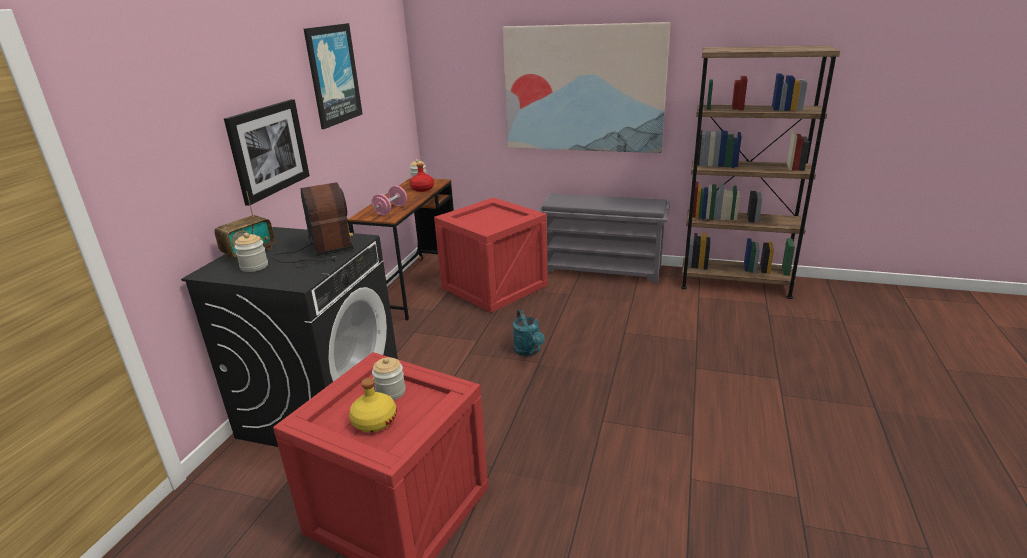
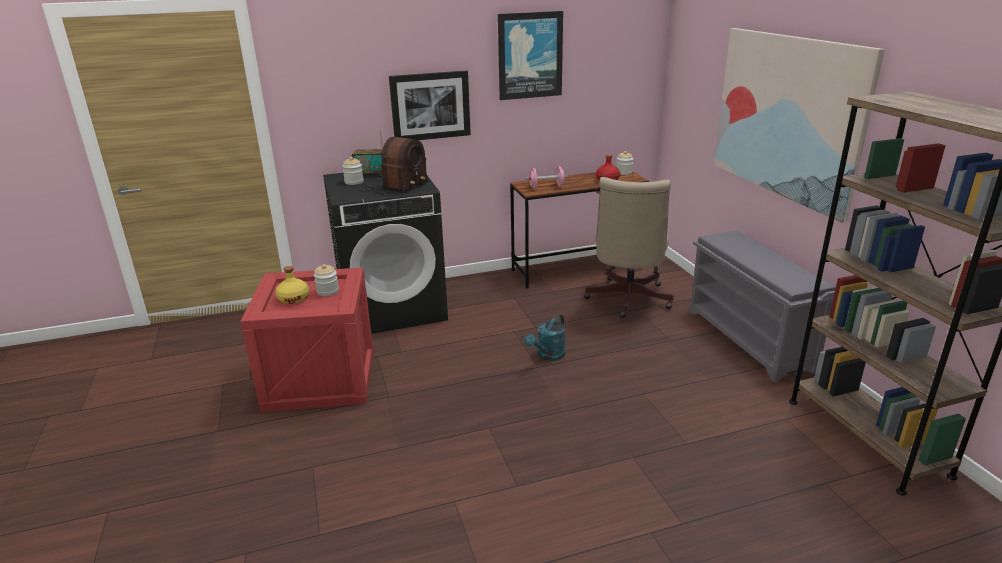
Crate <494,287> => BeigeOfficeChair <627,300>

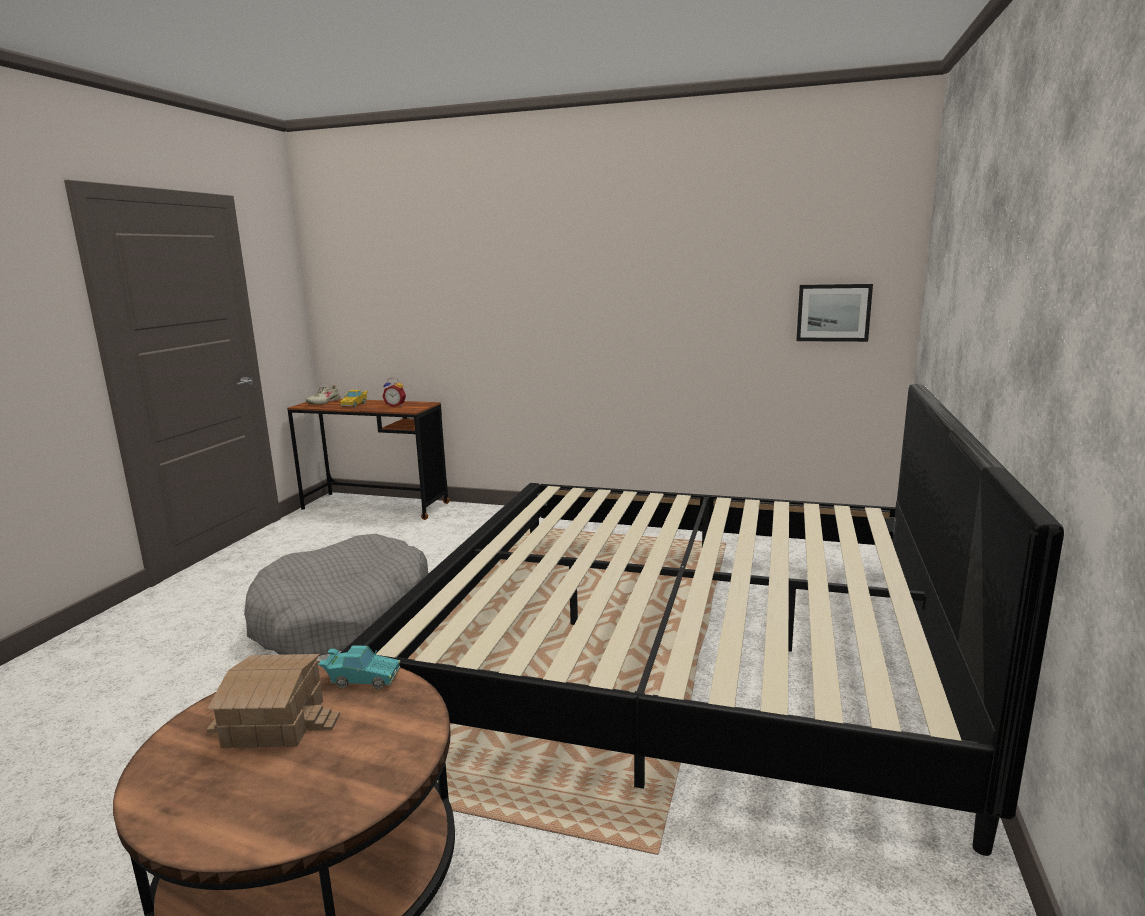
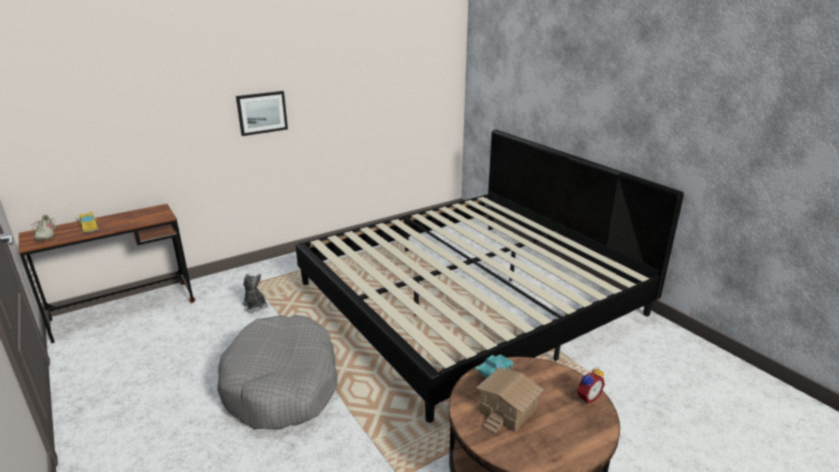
AlarmClock <396,406> => AlarmClock <587,397>, shifted
Picture <833,312> => Picture <262,113>, shifted
nothing => PlushToy <255,306>

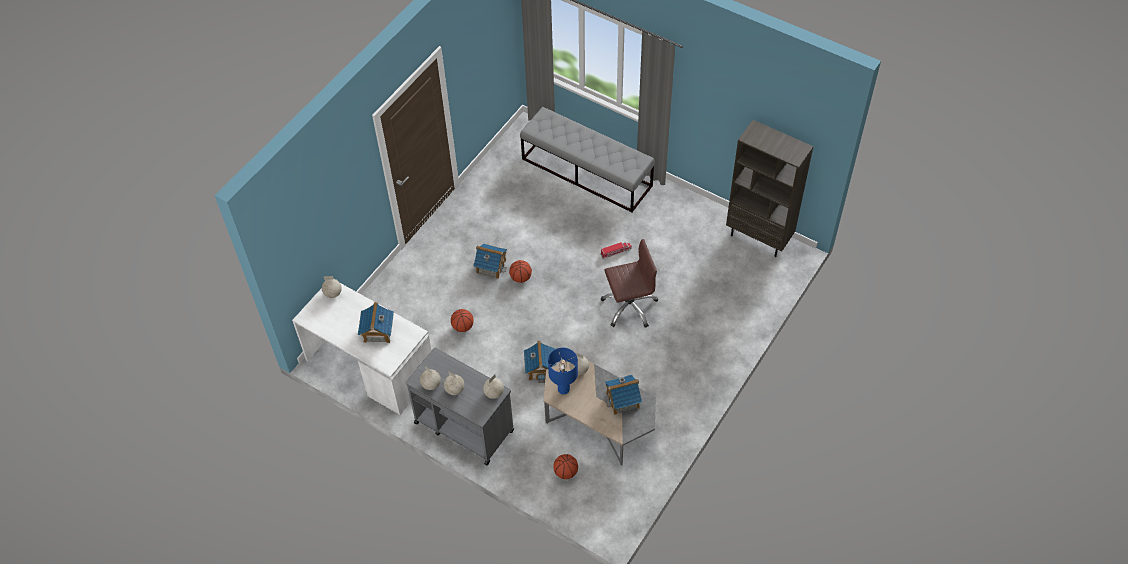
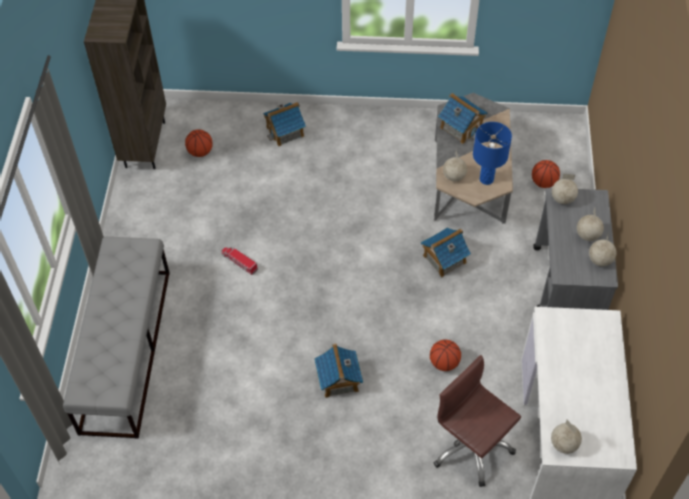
ToyHouse <377,332> => ToyHouse <285,132>, shifted
Basketball <520,278> => Basketball <200,152>, shifted
BrownOfficeChair <629,306> => BrownOfficeChair <471,447>, shifted

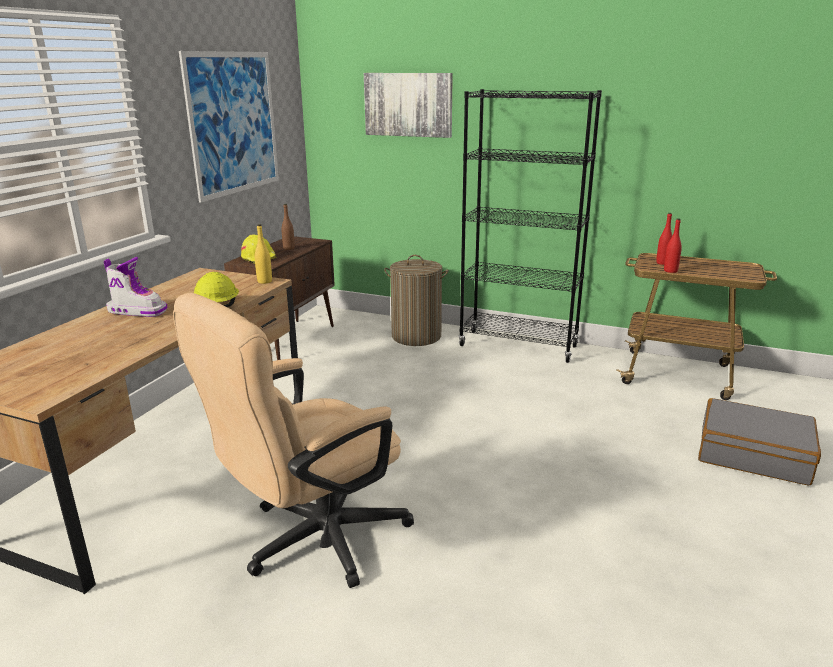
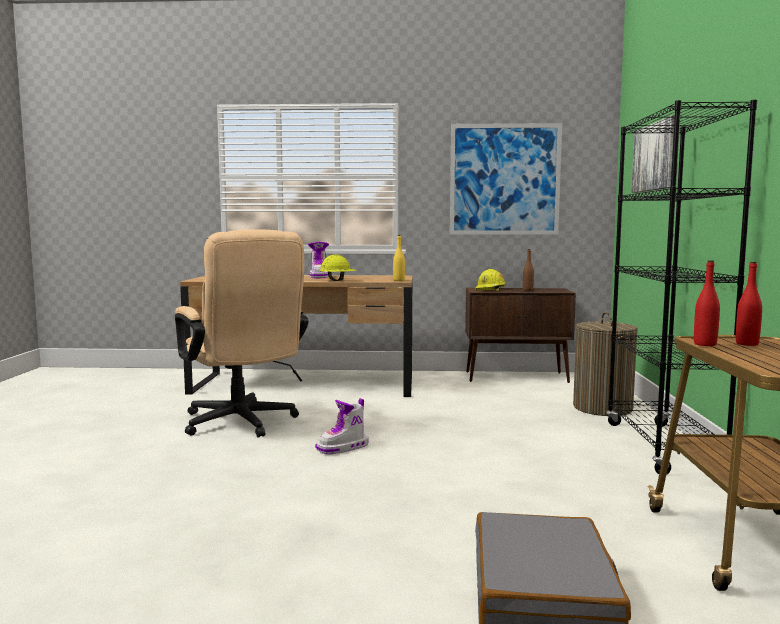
BeigeOfficeChair <312,541> => BeigeOfficeChair <242,424>, 150 degrees counterclockwise
nothing => Boot <343,447>

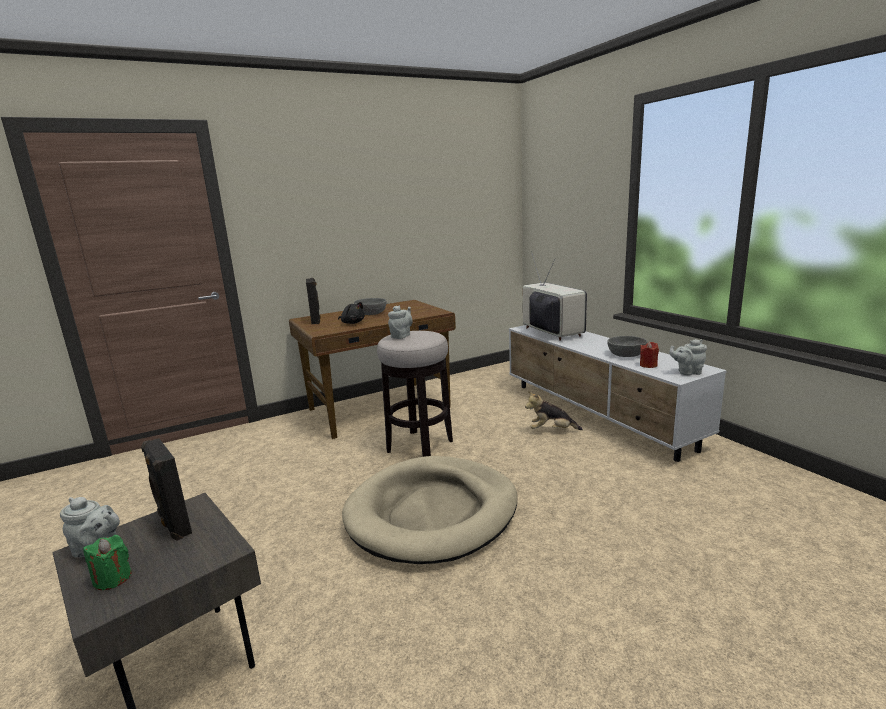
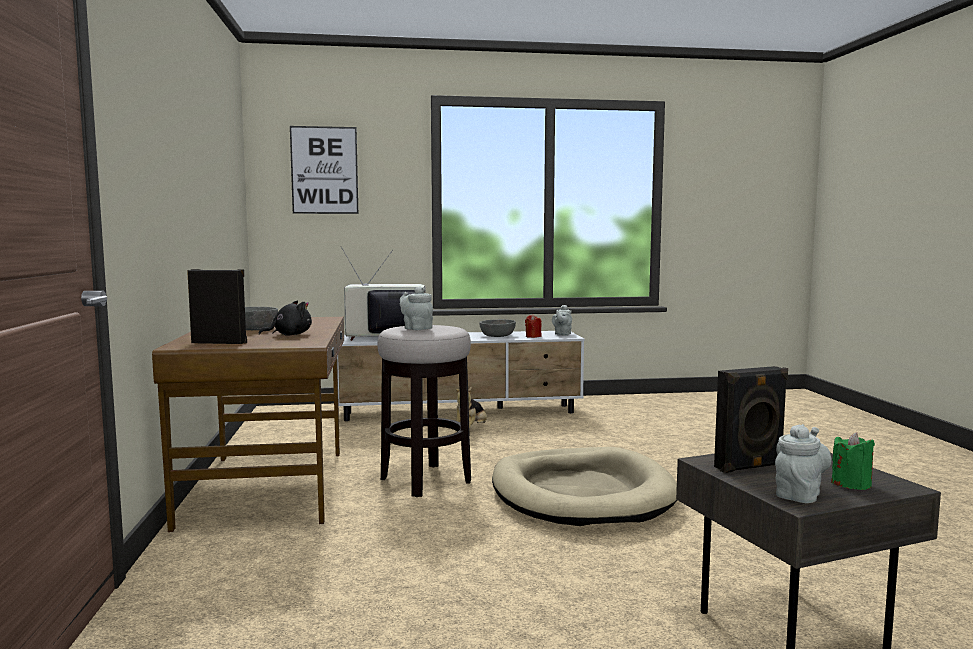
nothing => Picture <324,170>

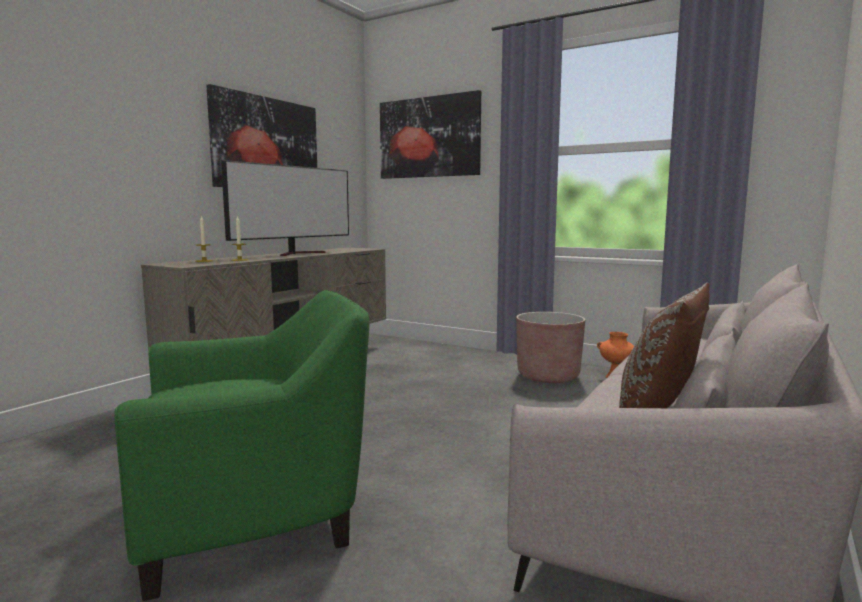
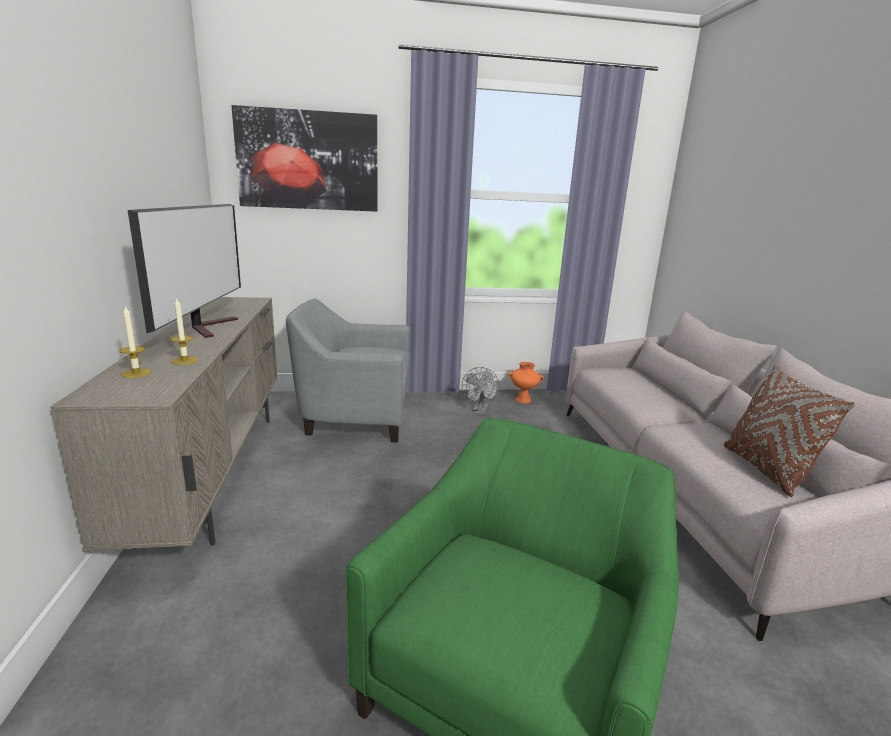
Picture <266,144> => nothing
BrownPlanter <548,376> => GreyFan <479,411>
nothing => GreyArmchair <354,416>

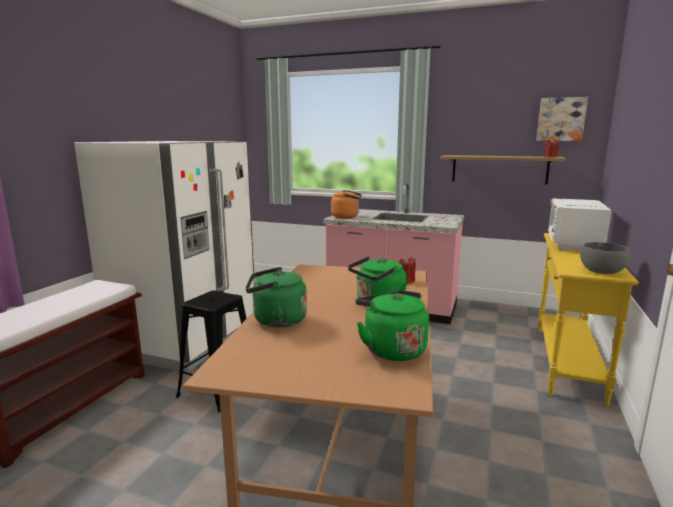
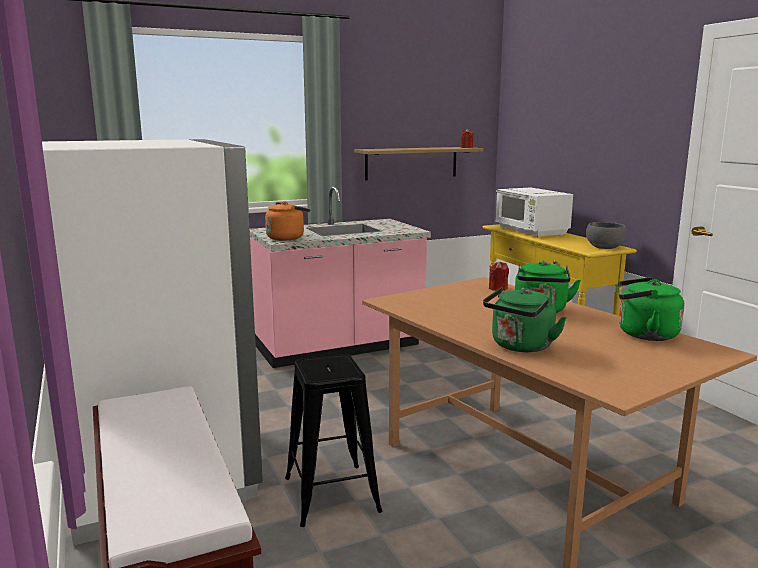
Picture <561,119> => nothing

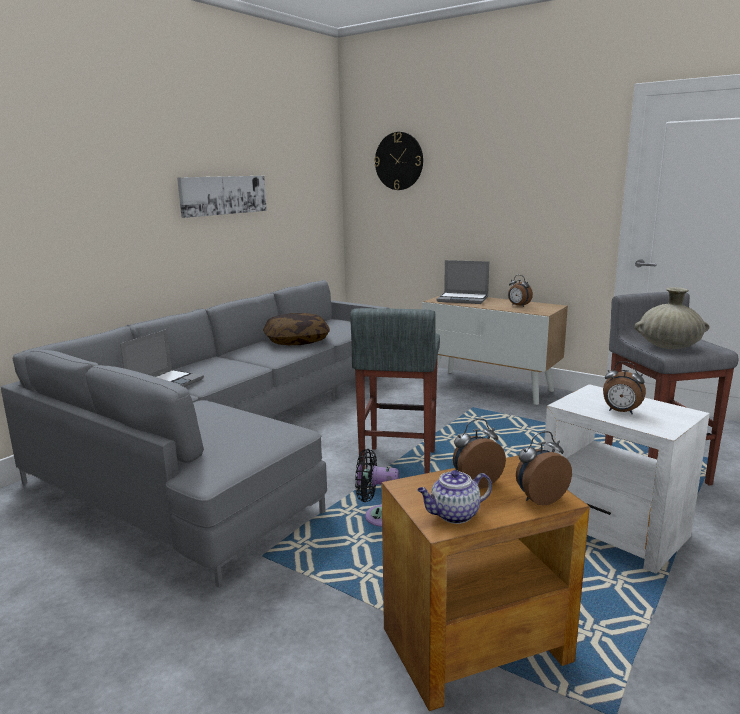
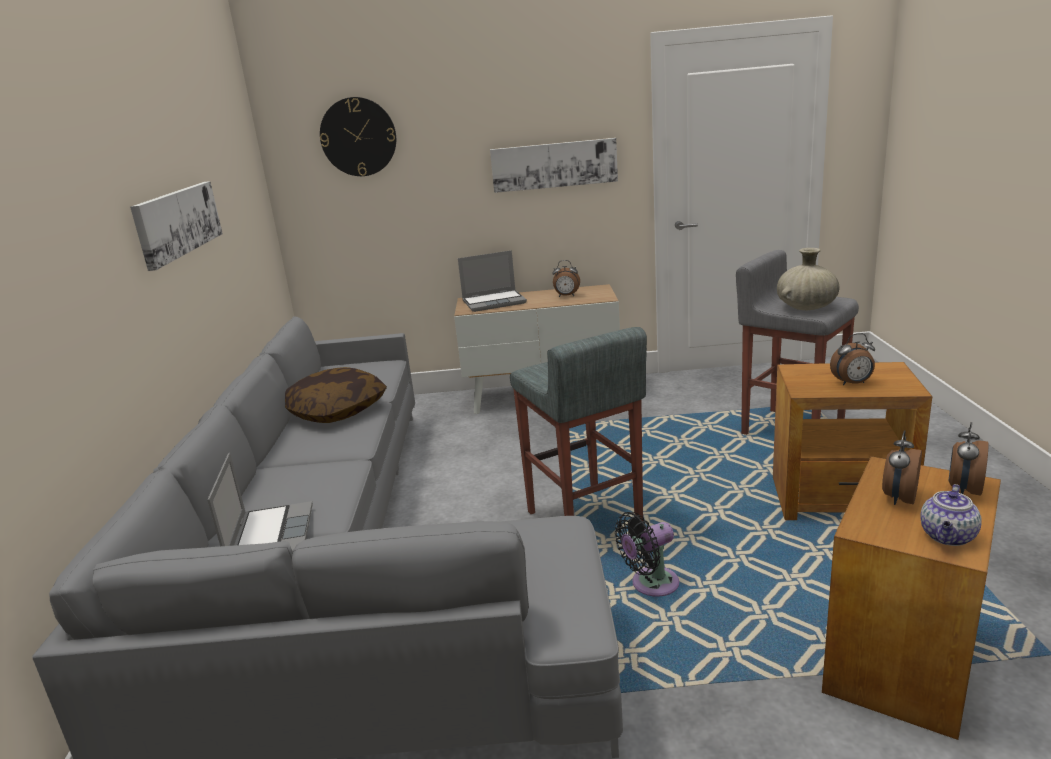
WhiteSideTable <613,530> => BrownSideTable <841,499>
nothing => Picture <554,165>

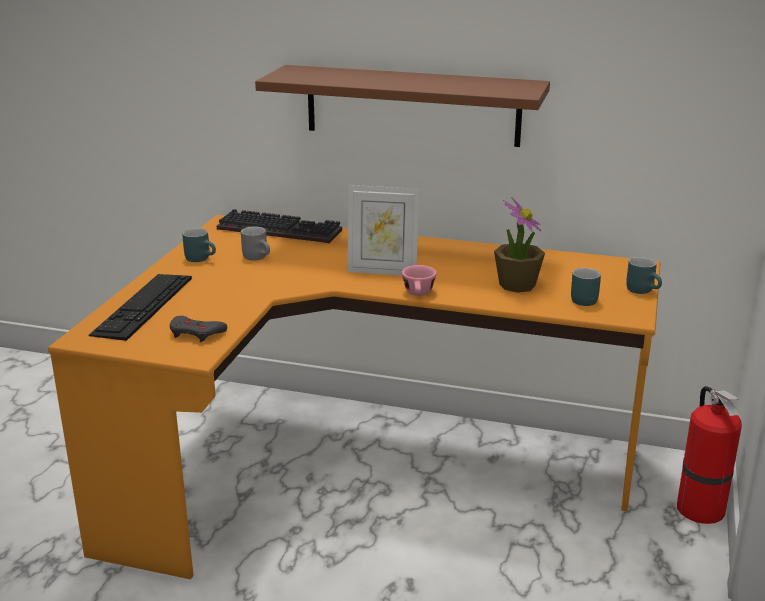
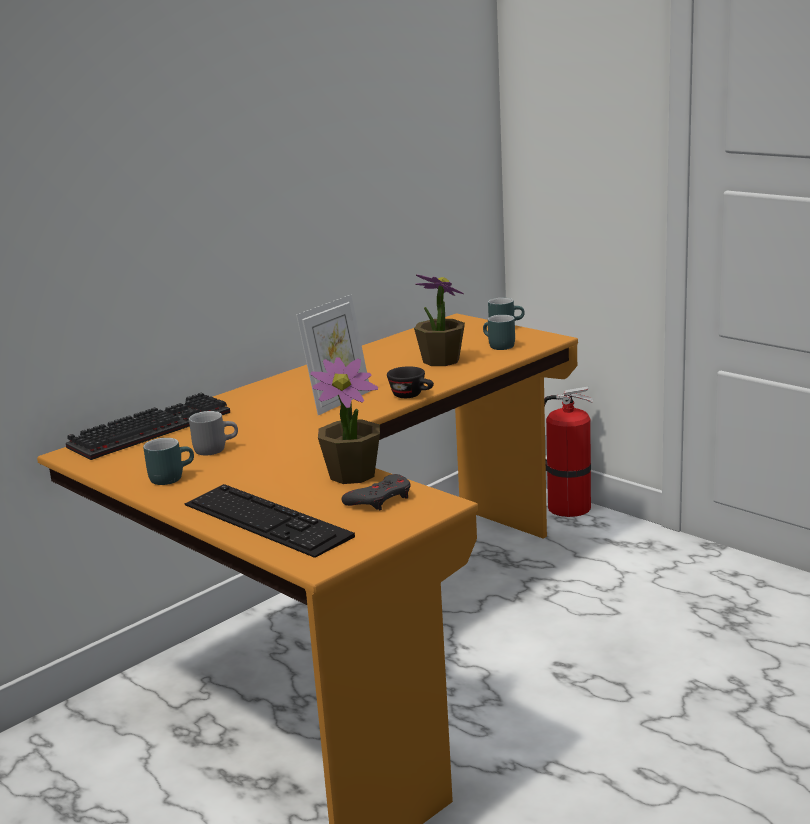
BrownShelf <412,105> => nothing
PinkCup <419,294> => BlackCup <412,395>
nothing => PottedPlant <352,474>

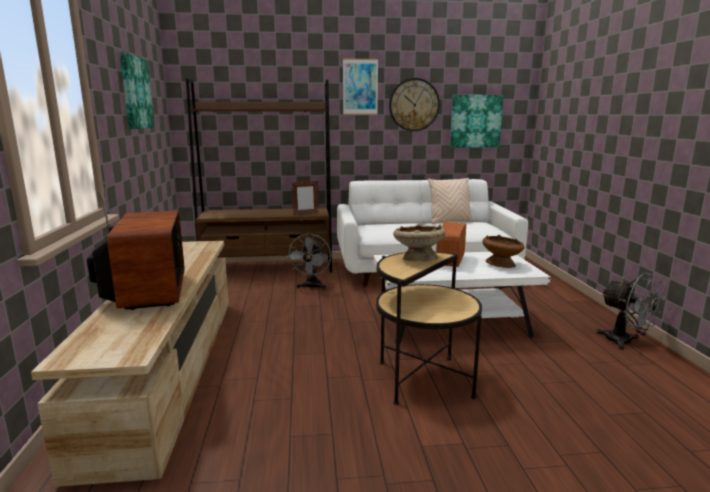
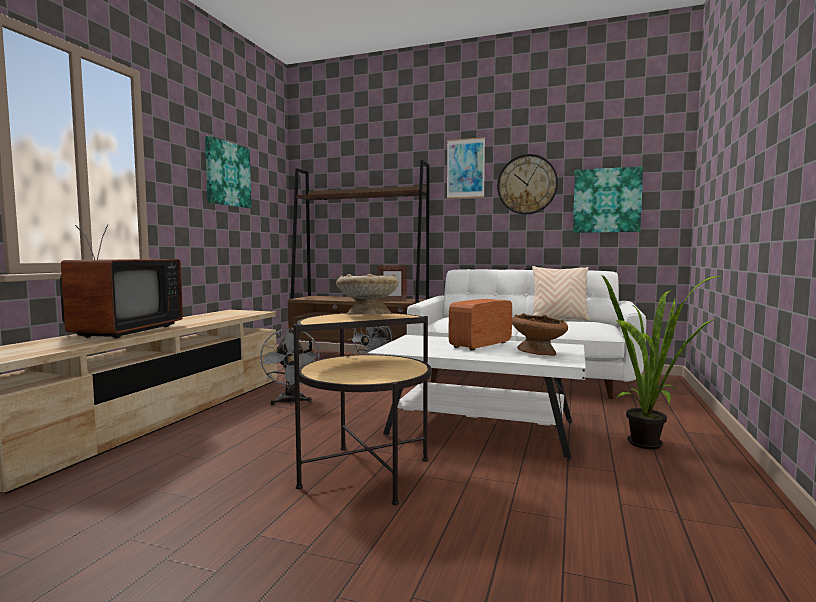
GreyFan <625,342> => GreyFan <291,402>, shifted
nothing => PottedPlant <651,447>

